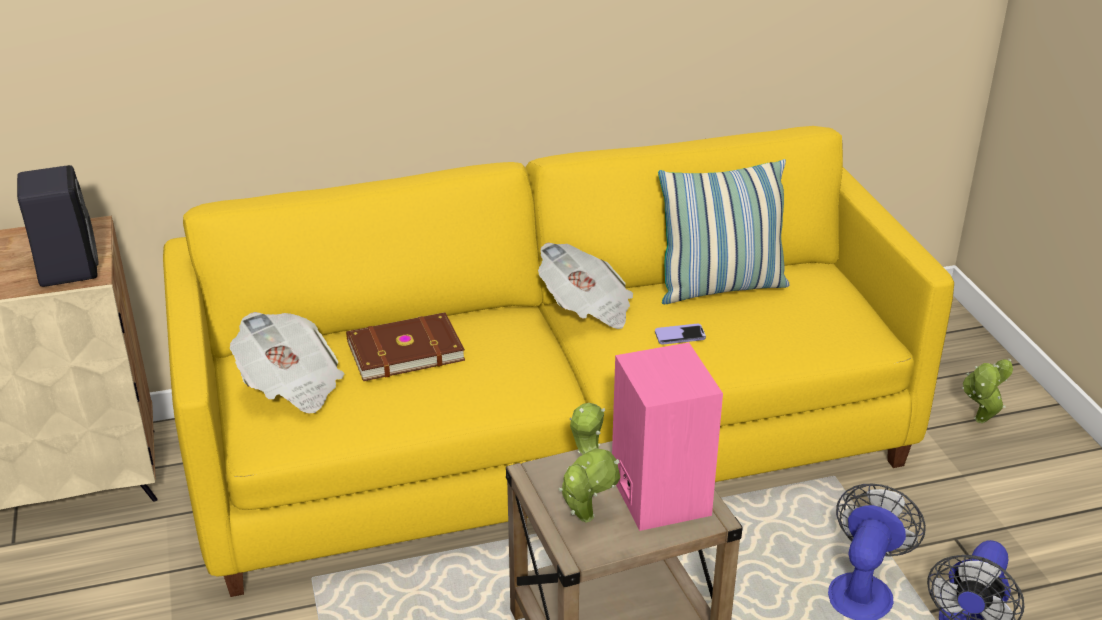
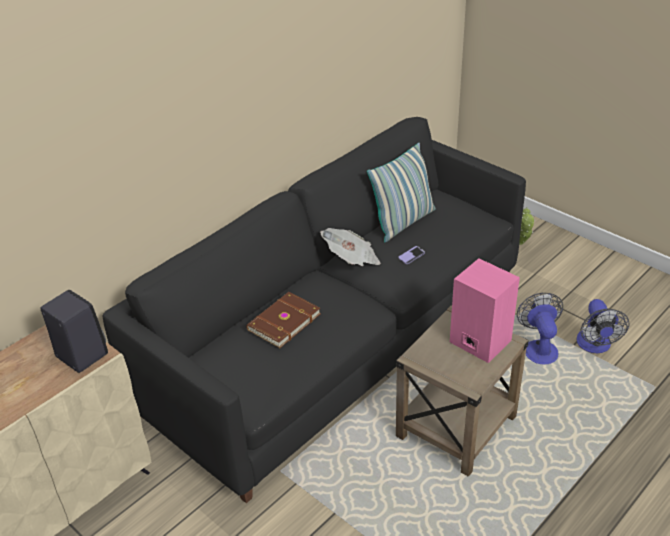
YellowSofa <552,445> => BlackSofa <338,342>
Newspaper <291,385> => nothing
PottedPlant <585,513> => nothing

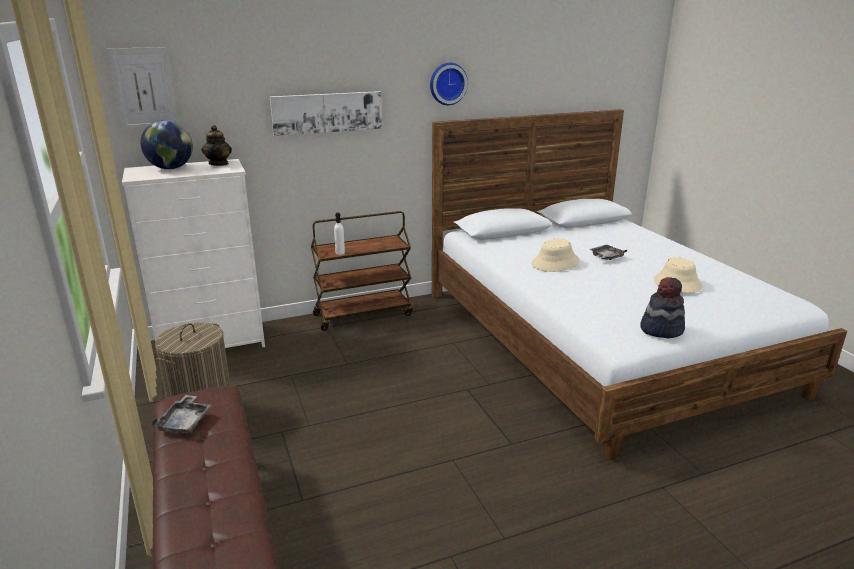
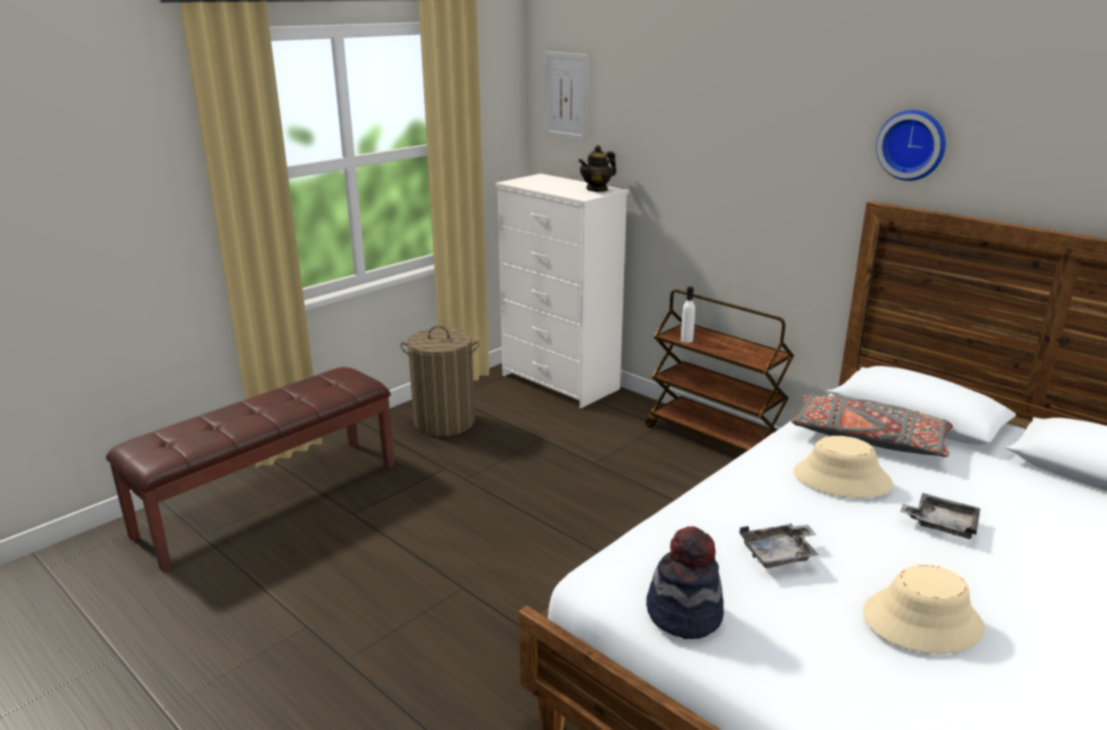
Globe <171,168> => nothing
GreyTray <185,422> => GreyTray <779,554>, shifted
Picture <327,112> => nothing
nothing => GreyPillow <868,439>

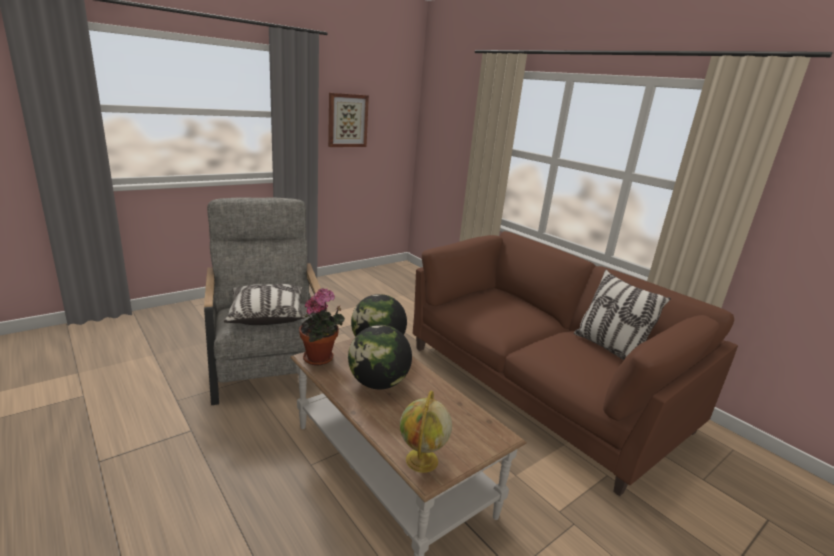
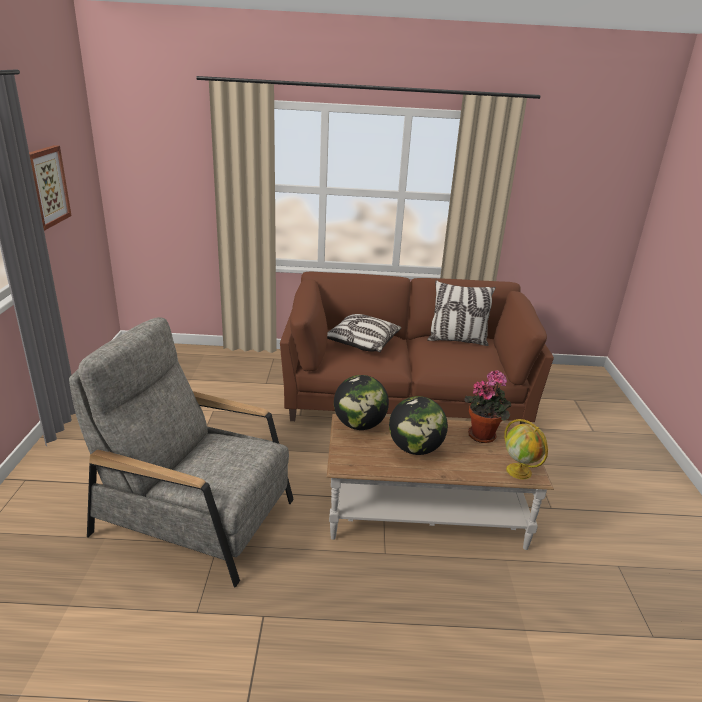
Pillow <267,315> => Pillow <362,343>, shifted
PottedPlant <321,359> => PottedPlant <483,435>, shifted

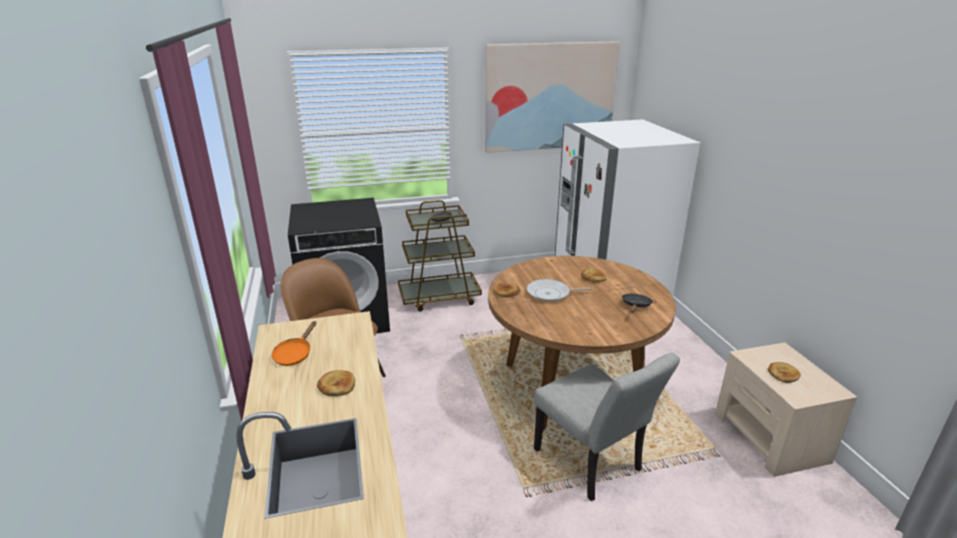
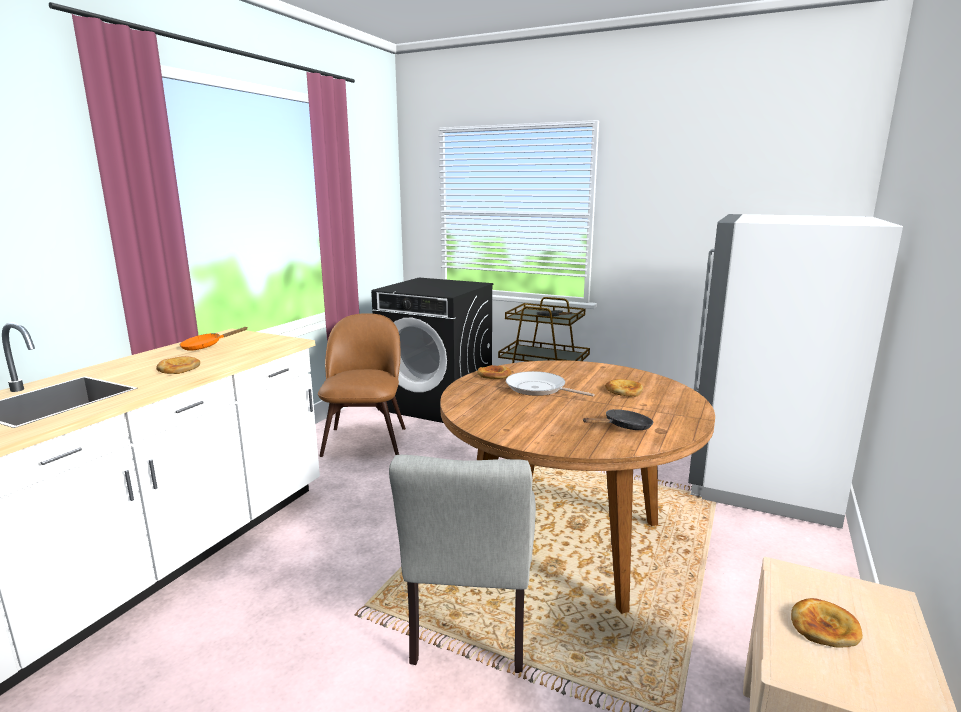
Picture <550,97> => nothing

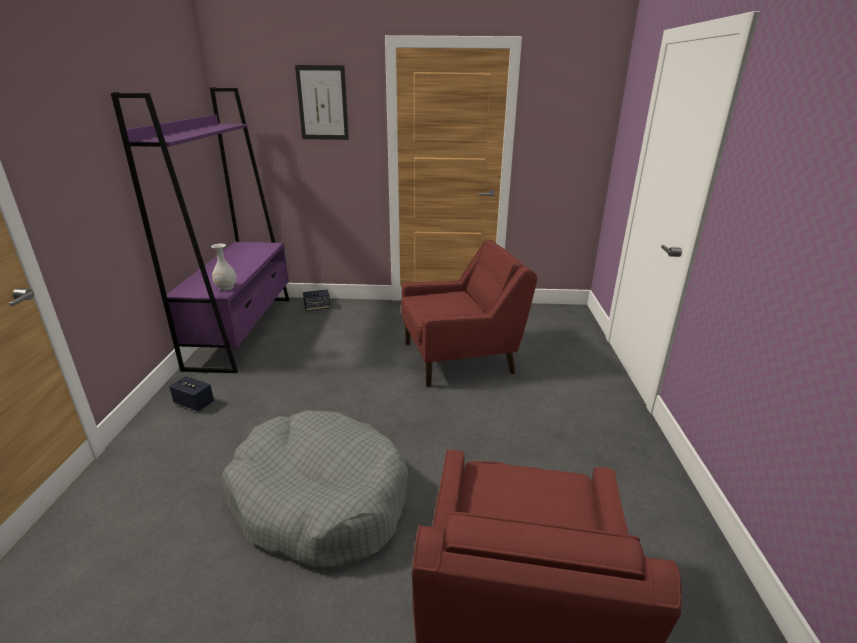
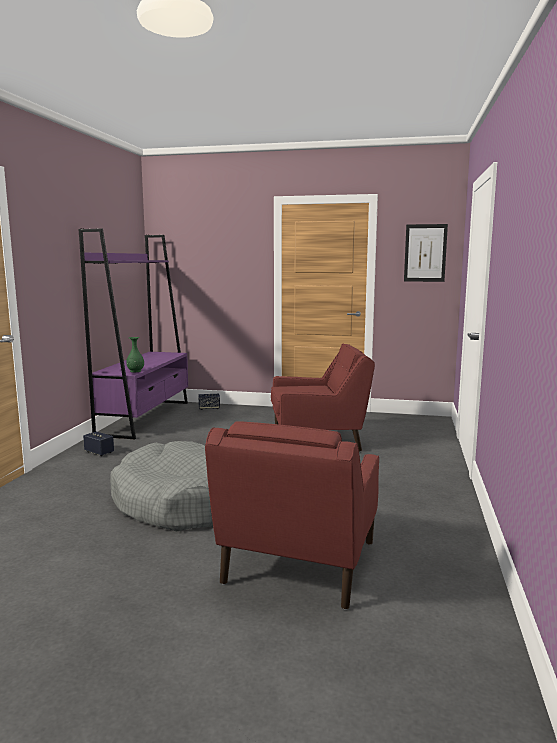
WhiteVase <226,287> => GreenVase <135,371>
Picture <322,103> => Picture <425,253>, shifted

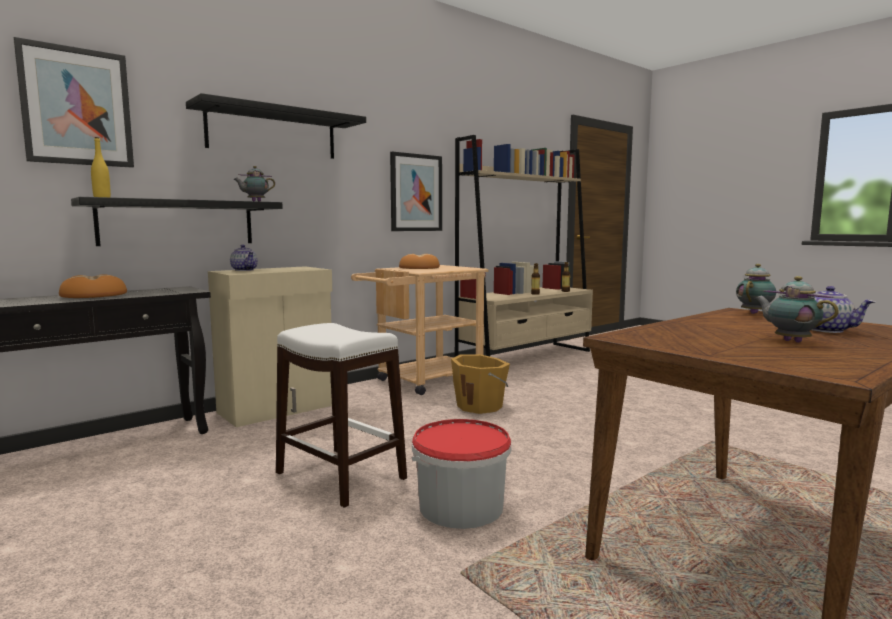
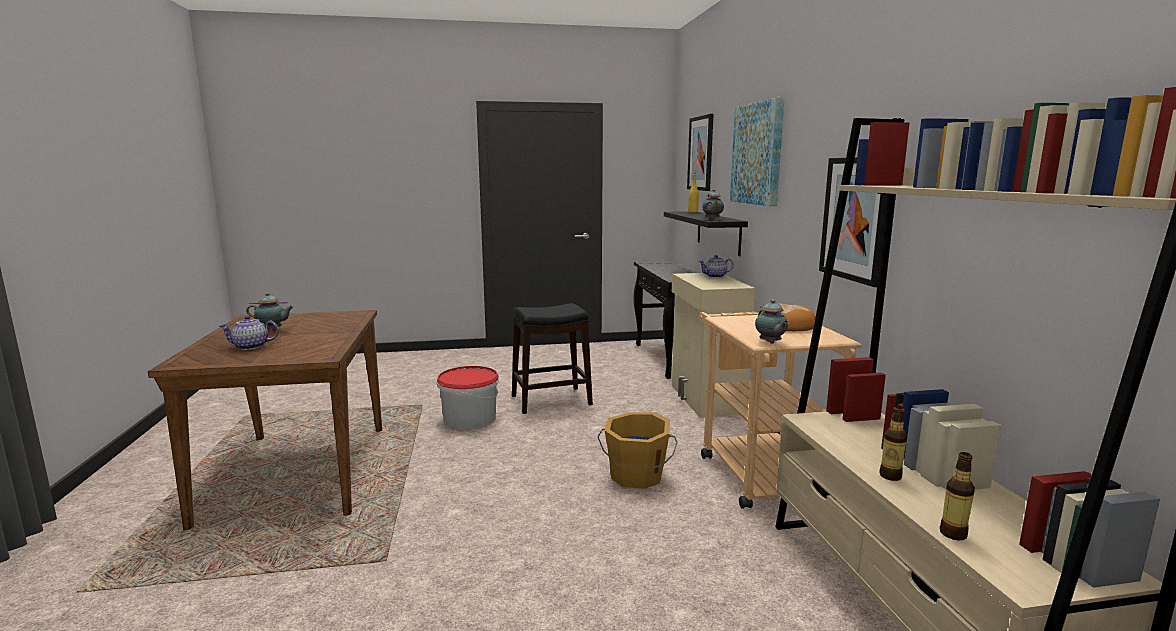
Bread <94,295> => nothing
BlackShelf <273,133> => Picture <757,153>
WhiteStool <340,476> => BlackStool <551,400>
Teapot <755,313> => Teapot <770,343>, shifted

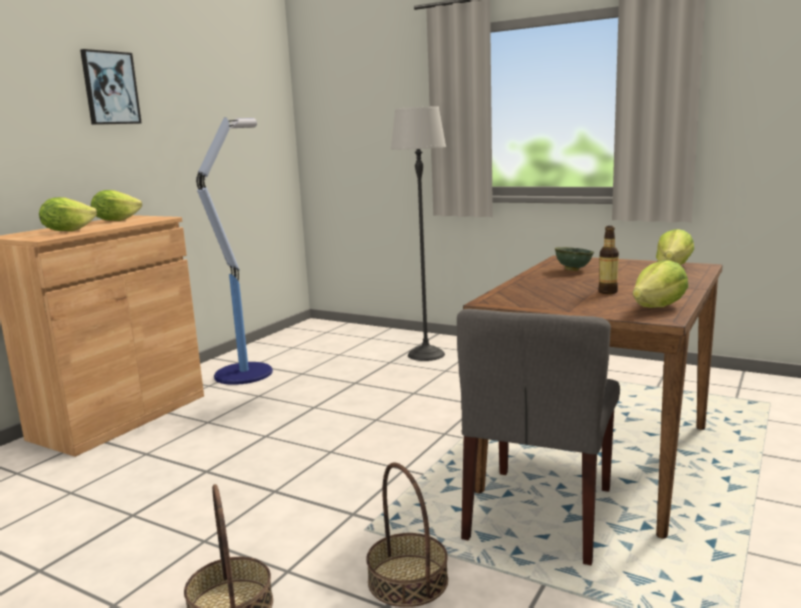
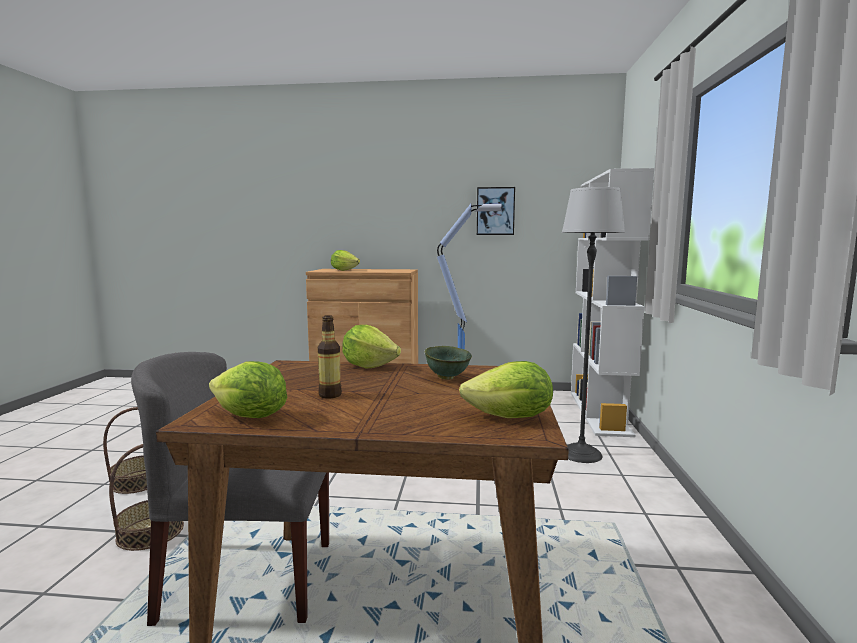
Picture <110,88> => Picture <495,211>, shifted
Lettuce <116,220> => Lettuce <369,366>, shifted
nothing => WhiteBookcase <600,413>

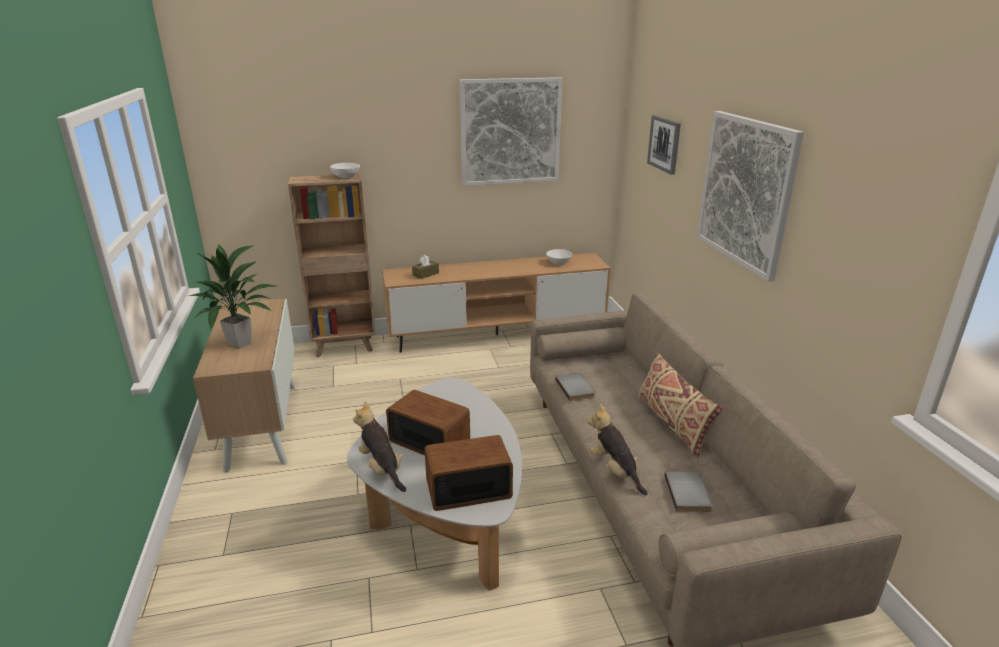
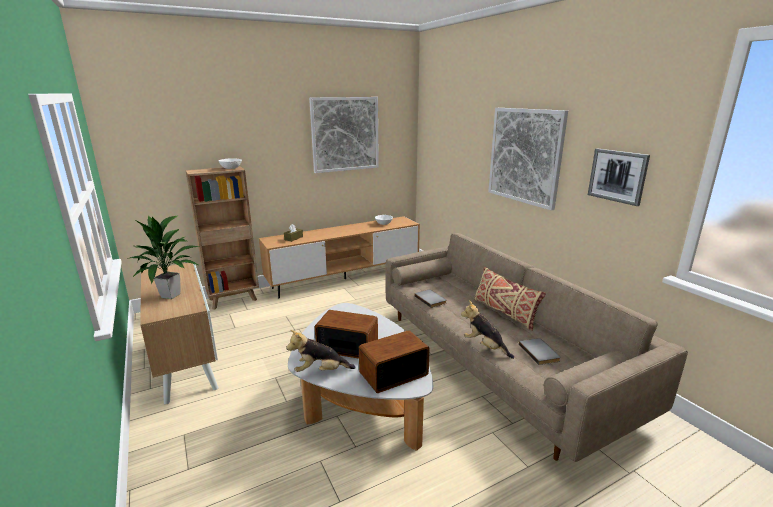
PlushToy <382,469> => PlushToy <320,371>, 45 degrees counterclockwise
Picture <664,144> => Picture <617,176>, shifted

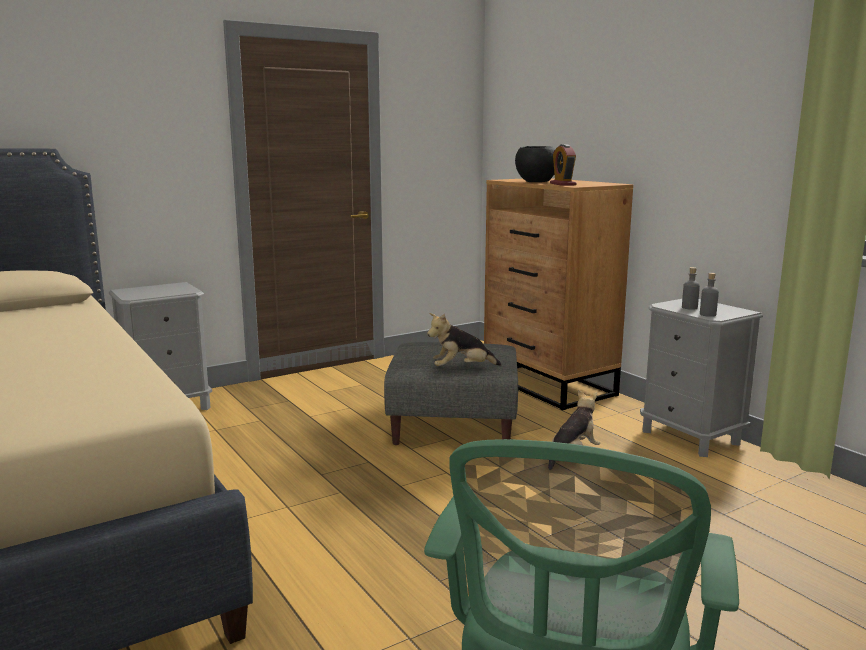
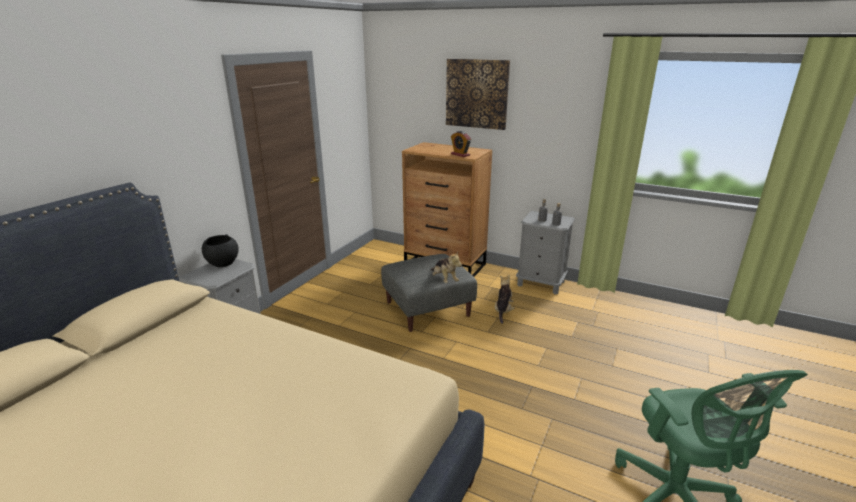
PlushToy <461,369> => PlushToy <444,279>, 75 degrees counterclockwise
BlackBowl <535,181> => BlackBowl <222,263>, shifted
nothing => Picture <477,94>

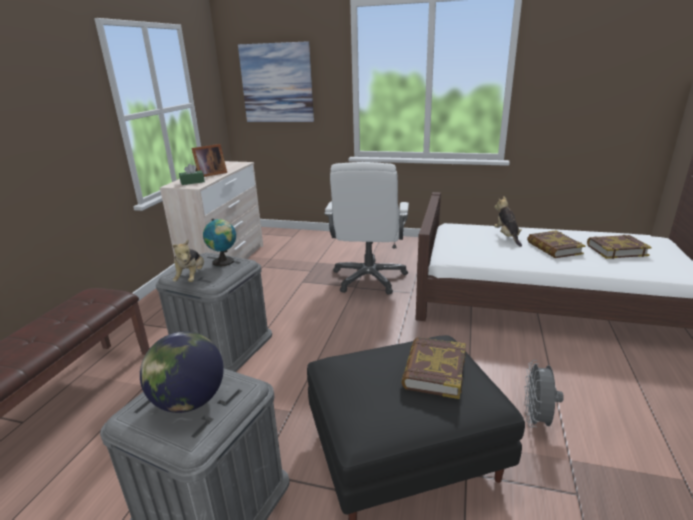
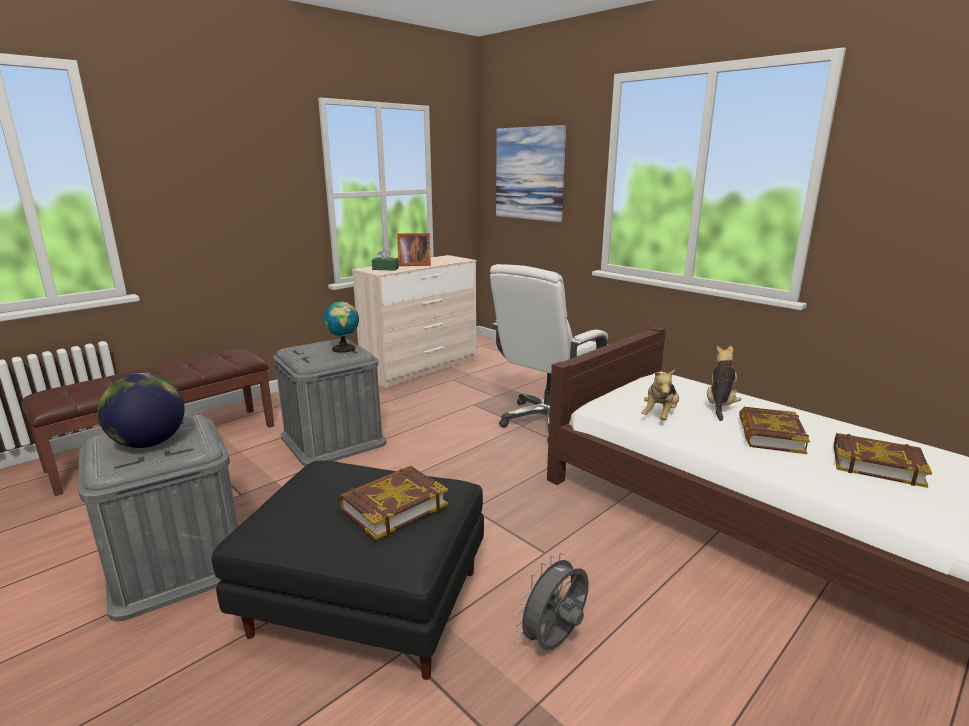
PlushToy <191,278> => PlushToy <660,415>, shifted

